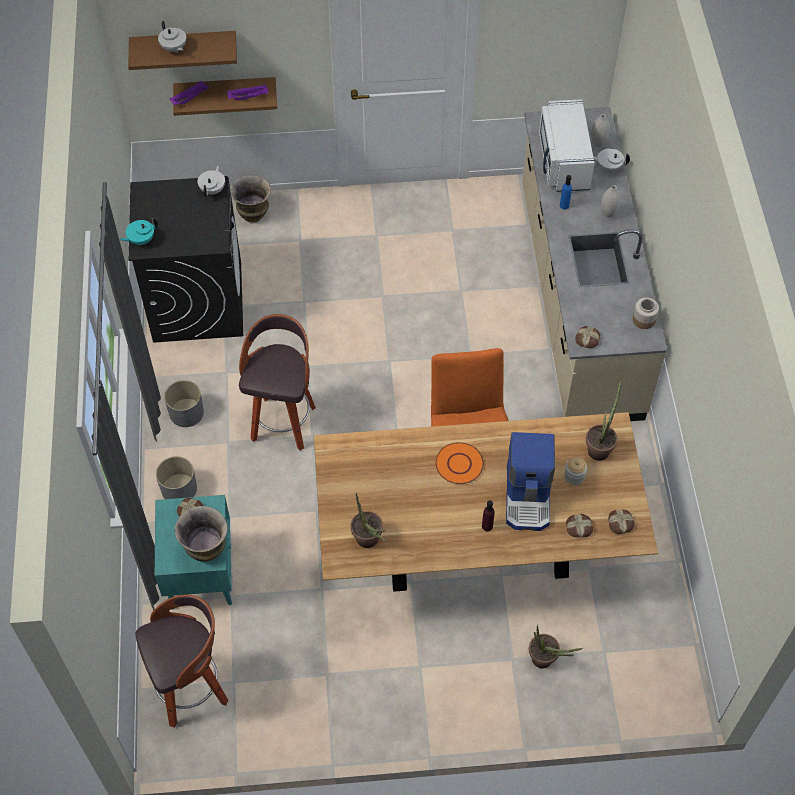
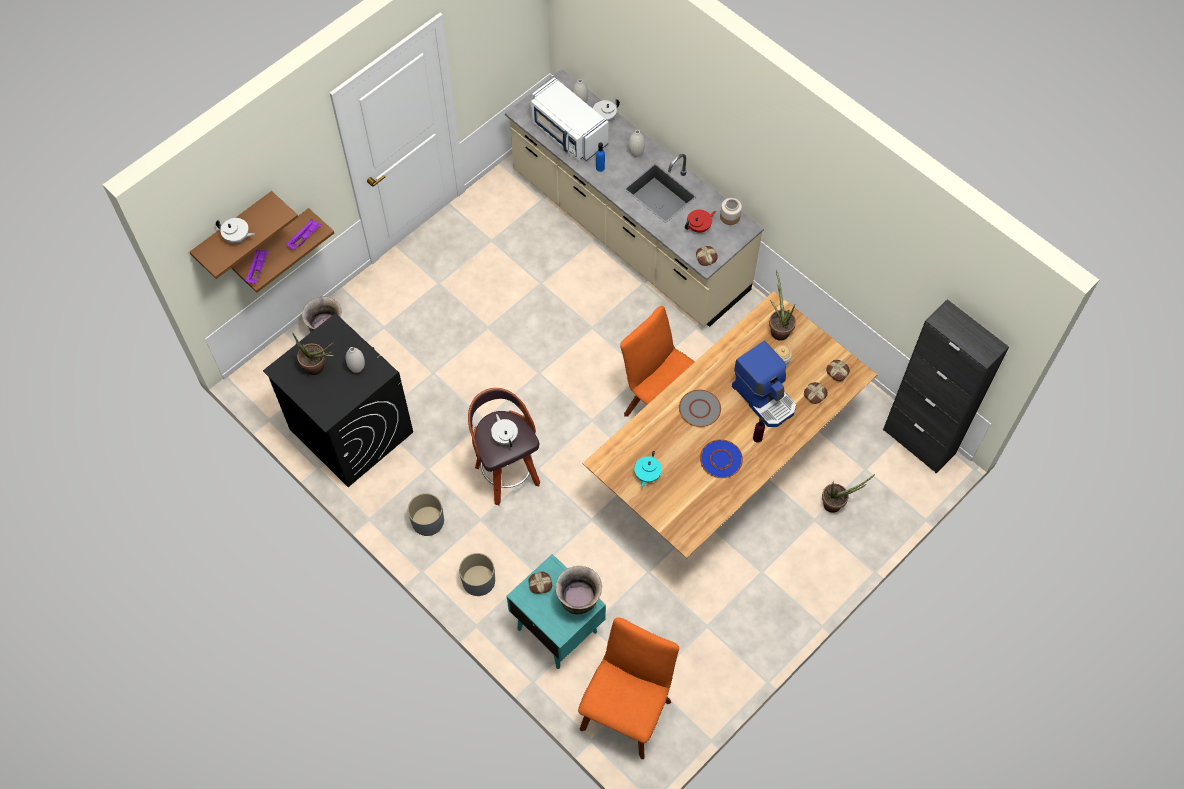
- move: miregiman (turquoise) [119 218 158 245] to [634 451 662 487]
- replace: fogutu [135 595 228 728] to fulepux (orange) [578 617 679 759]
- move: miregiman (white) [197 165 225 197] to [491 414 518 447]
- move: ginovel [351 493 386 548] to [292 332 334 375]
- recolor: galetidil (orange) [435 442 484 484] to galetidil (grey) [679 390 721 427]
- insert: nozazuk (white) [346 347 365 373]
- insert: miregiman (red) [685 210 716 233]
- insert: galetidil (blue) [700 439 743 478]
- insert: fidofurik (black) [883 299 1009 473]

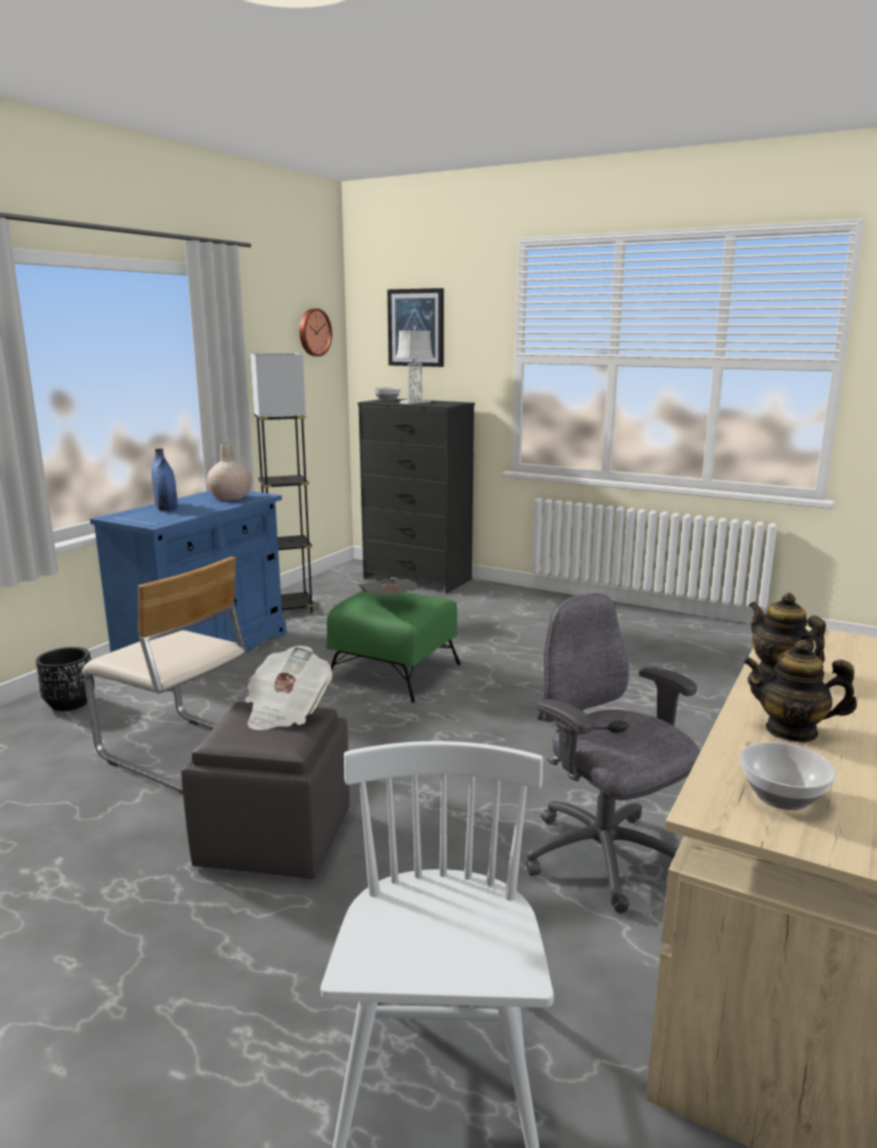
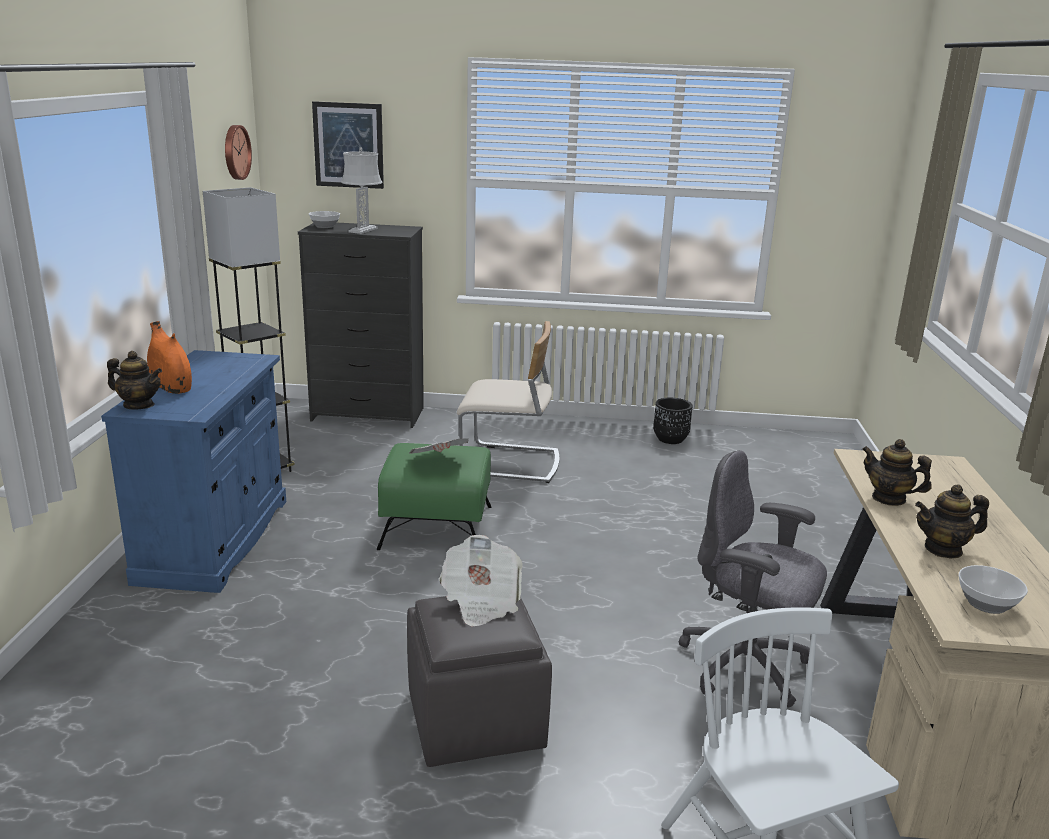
- move: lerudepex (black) [36 647 94 711] to [653 398 693 444]
- move: fulepux (beige) [82 557 246 794] to [457 321 559 483]
- recolor: nozazuk (blue) [152 449 178 511] to nozazuk (orange) [147 321 192 394]
- delete: nozazuk (beige) [206 443 252 500]
- insert: miregiman [107 351 162 409]

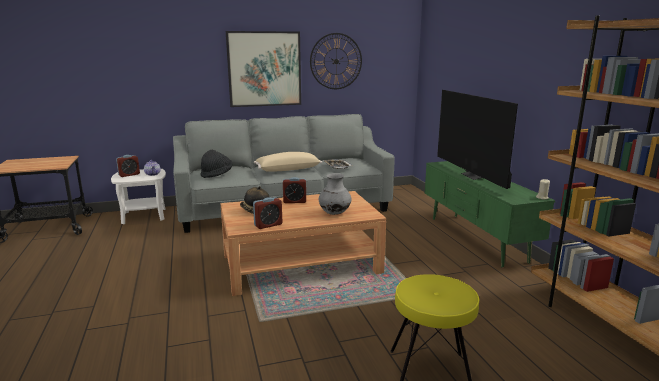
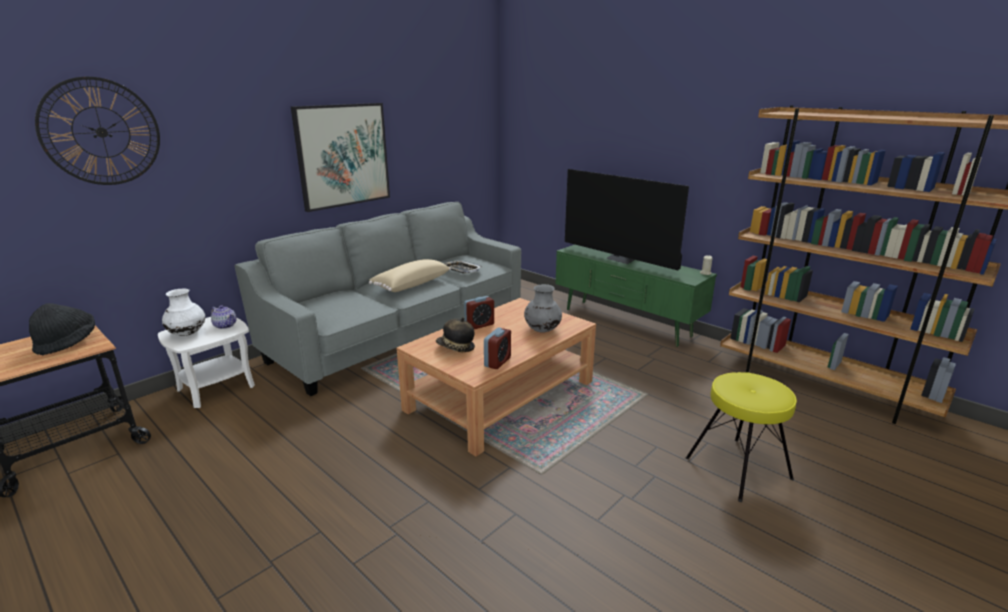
- replace: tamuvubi [116 155 140 177] to nozazuk (white) [162 289 205 336]
- move: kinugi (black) [200 150 232 178] to [29 303 95 356]
- move: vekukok [310 33 362 89] to [35 77 160 185]

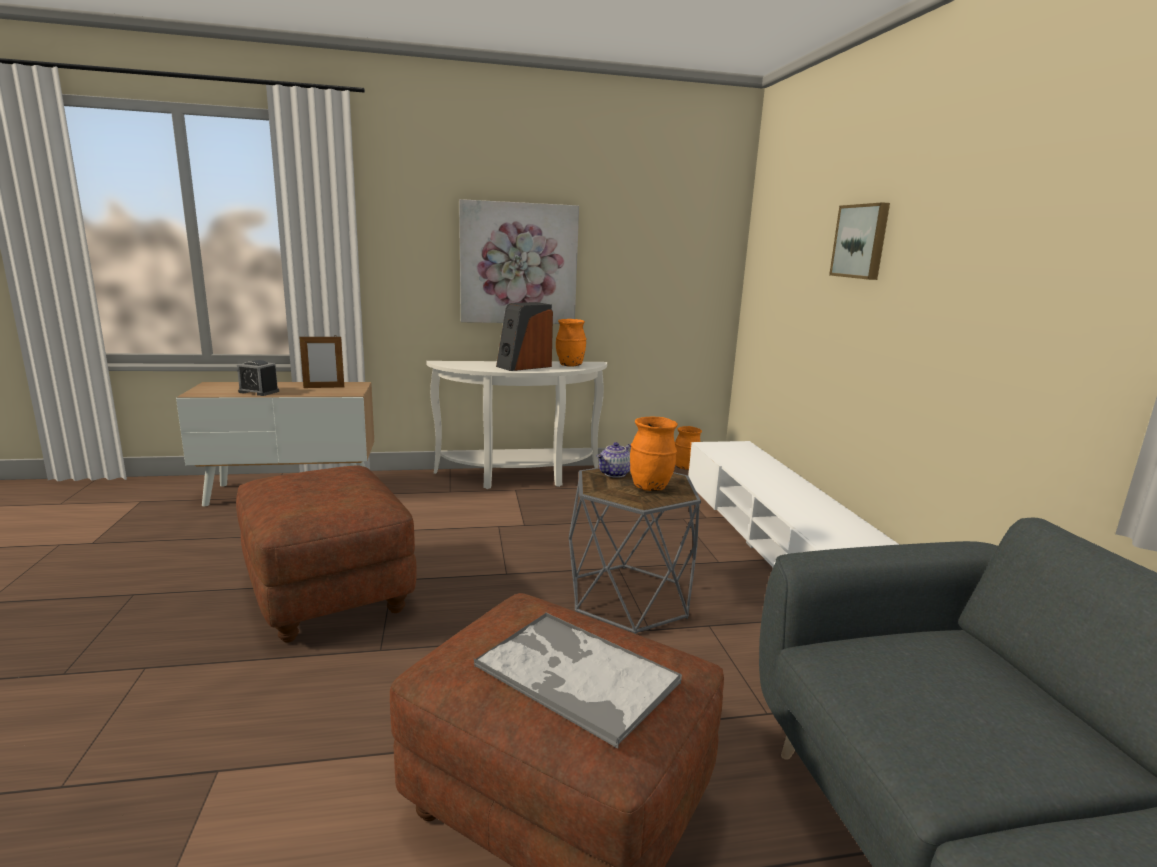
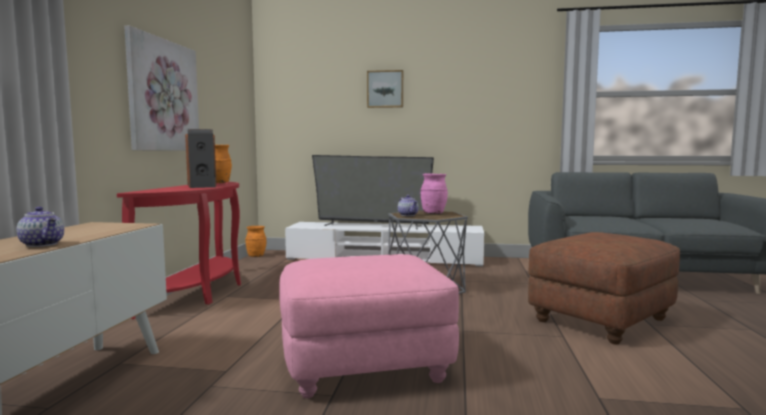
- recolor: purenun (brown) [236 466 417 643] to purenun (pink) [279 254 459 398]
- replace: tamuvubi [237 360 279 396] to miregiman [17 207 64 247]
- delete: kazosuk [299 335 344 388]
- recolor: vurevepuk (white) [426 361 607 489] to vurevepuk (red) [117 182 241 319]
- delete: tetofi [474 612 682 749]
- recolor: nozazuk (orange) [630 416 678 491] to nozazuk (pink) [420 173 448 214]
- insert: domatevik [312 155 434 230]

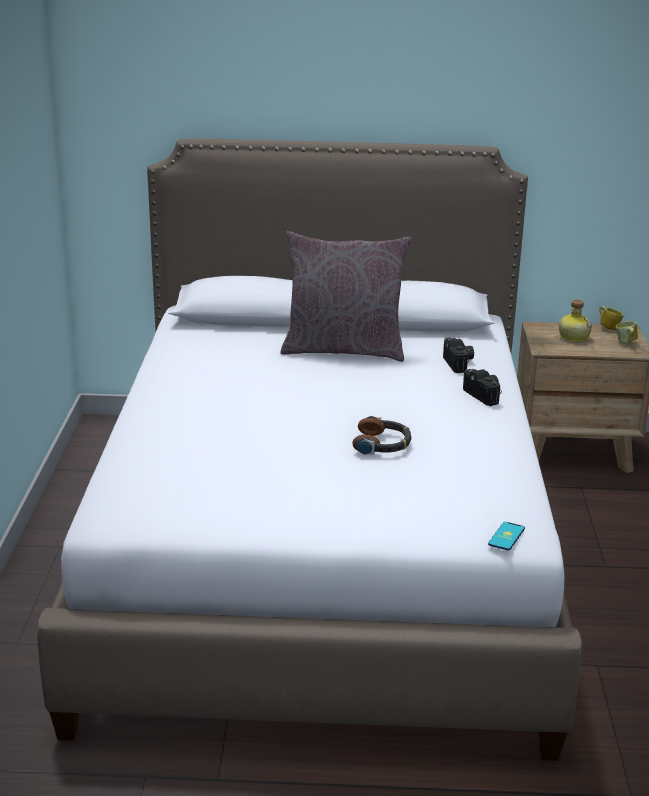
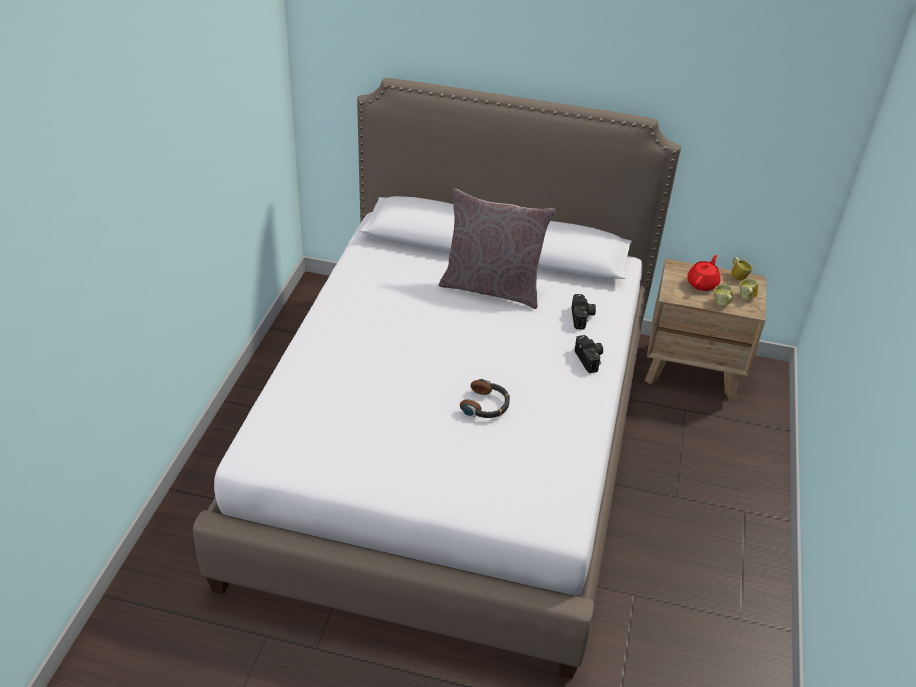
- delete: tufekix [488 522 525 551]
- replace: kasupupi [559 299 591 342] to miregiman (red) [687 255 720 291]
- insert: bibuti [714 284 732 306]

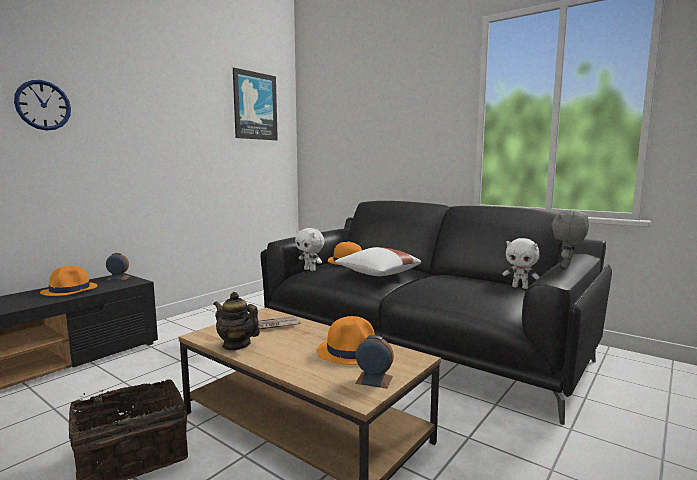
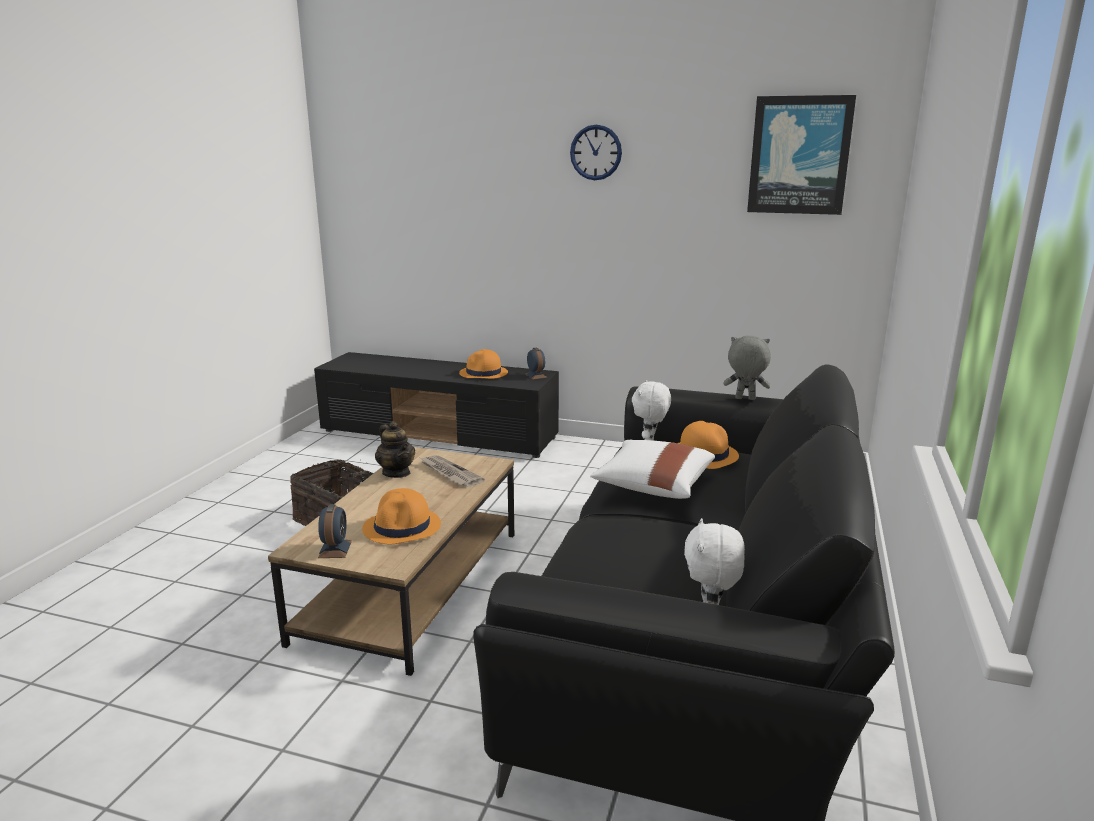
- move: vekukok [14 80 71 131] to [570 125 622 180]
- rotate: miregiman [213 292 260 351] = [375 421 415 478] 135 degrees clockwise
- move: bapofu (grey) [551 210 589 268] to [723 336 771 400]

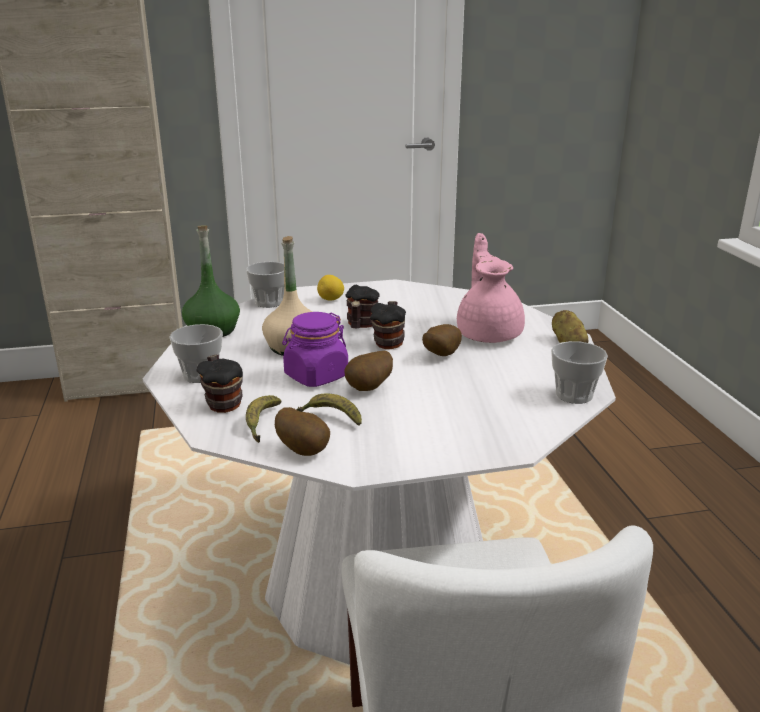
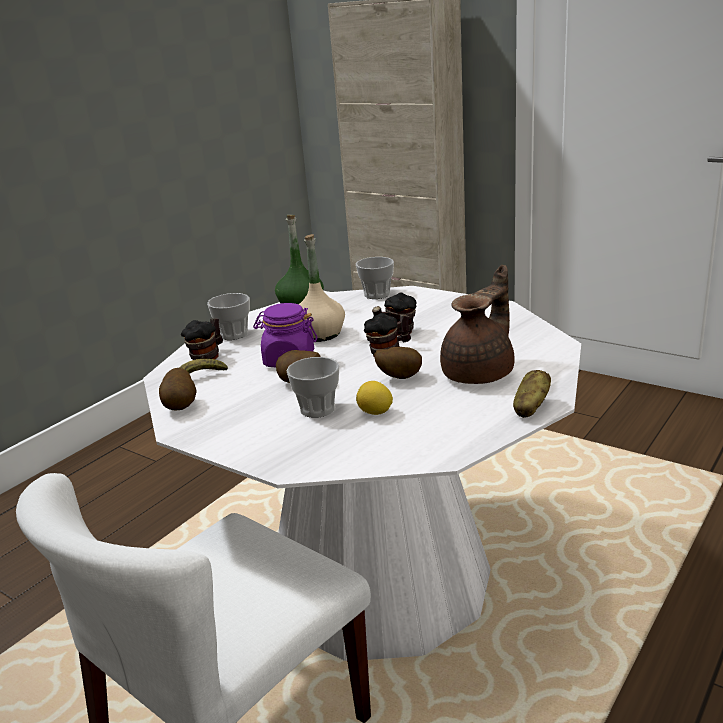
- delete: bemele [297 393 362 426]
- move: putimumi [317 275 344 301] to [356 381 393 415]
- recolor: miregiman (pink) [457 233 525 343] to miregiman (brown) [440 265 515 384]
- move: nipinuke [551 341 608 404] to [287 357 340 418]

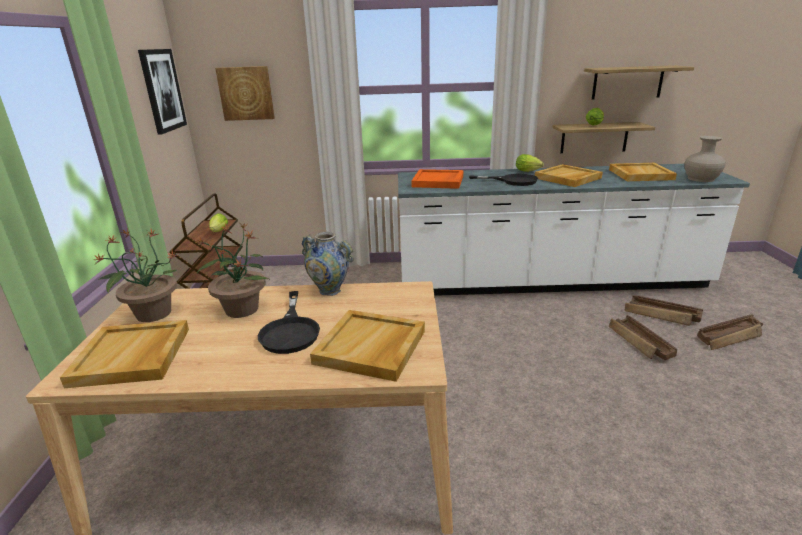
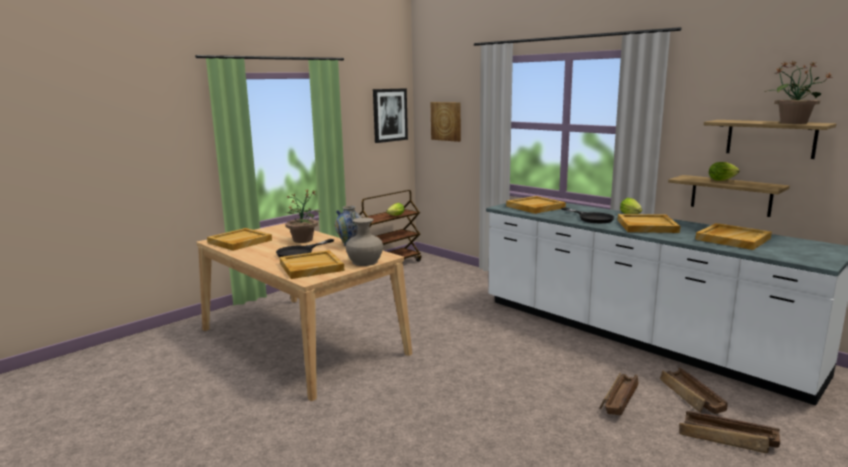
- move: ginovel [94 229 179 322] to [765 61 833 124]
- recolor: tetofi (orange) [411 169 463 189] to tetofi (beige) [506 196 566 214]
- move: nozazuk (beige) [684 136 726 182] to [346 218 383 266]

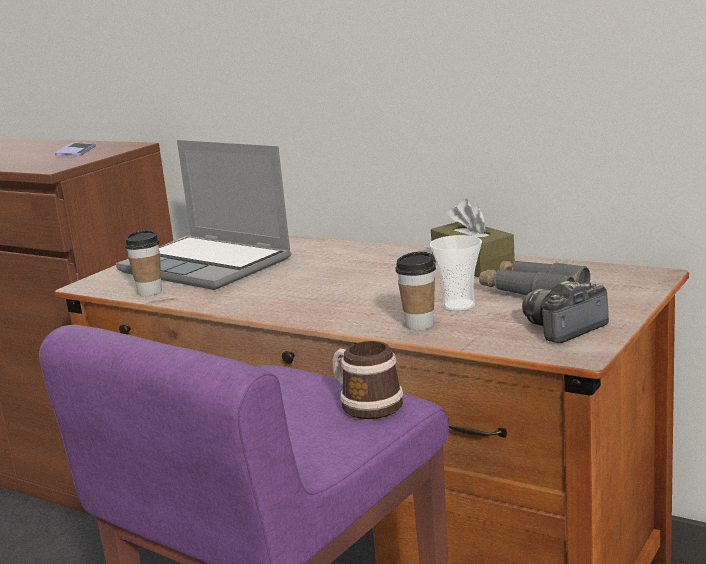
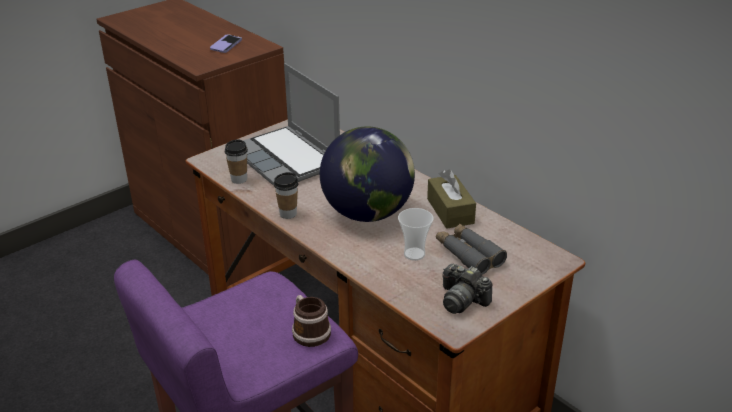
- move: nipinuke [395 252 436 330] to [274 172 298 219]
- rotate: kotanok [522 281 609 343] = [442 264 493 314] 120 degrees counterclockwise
- insert: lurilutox [320 127 415 222]

